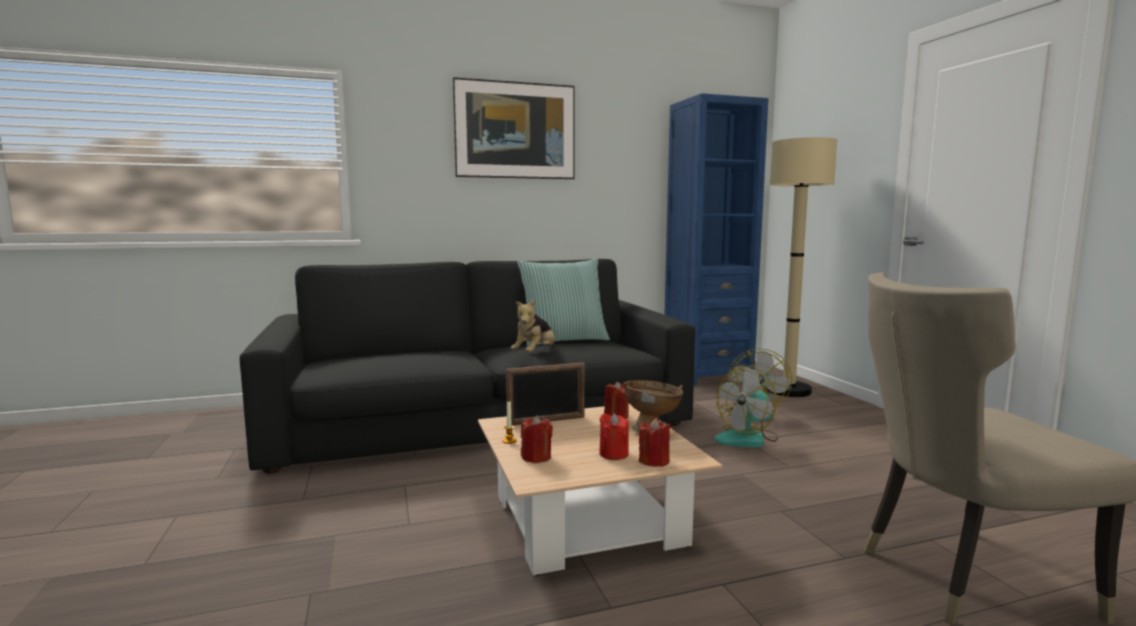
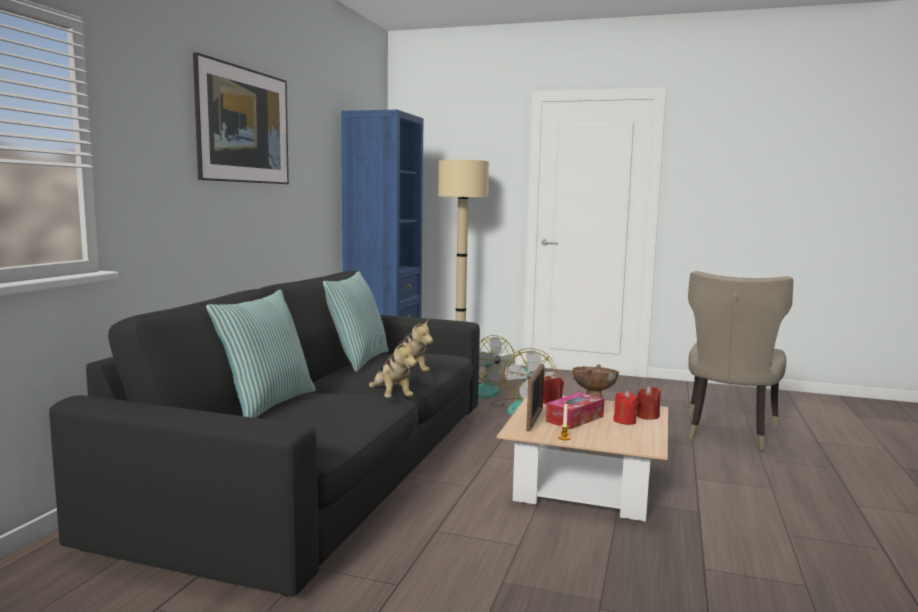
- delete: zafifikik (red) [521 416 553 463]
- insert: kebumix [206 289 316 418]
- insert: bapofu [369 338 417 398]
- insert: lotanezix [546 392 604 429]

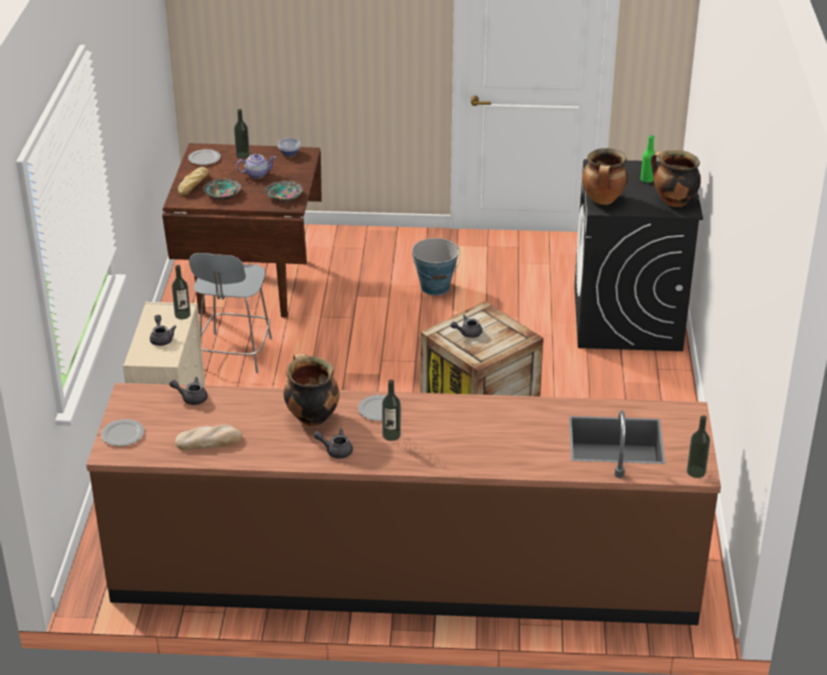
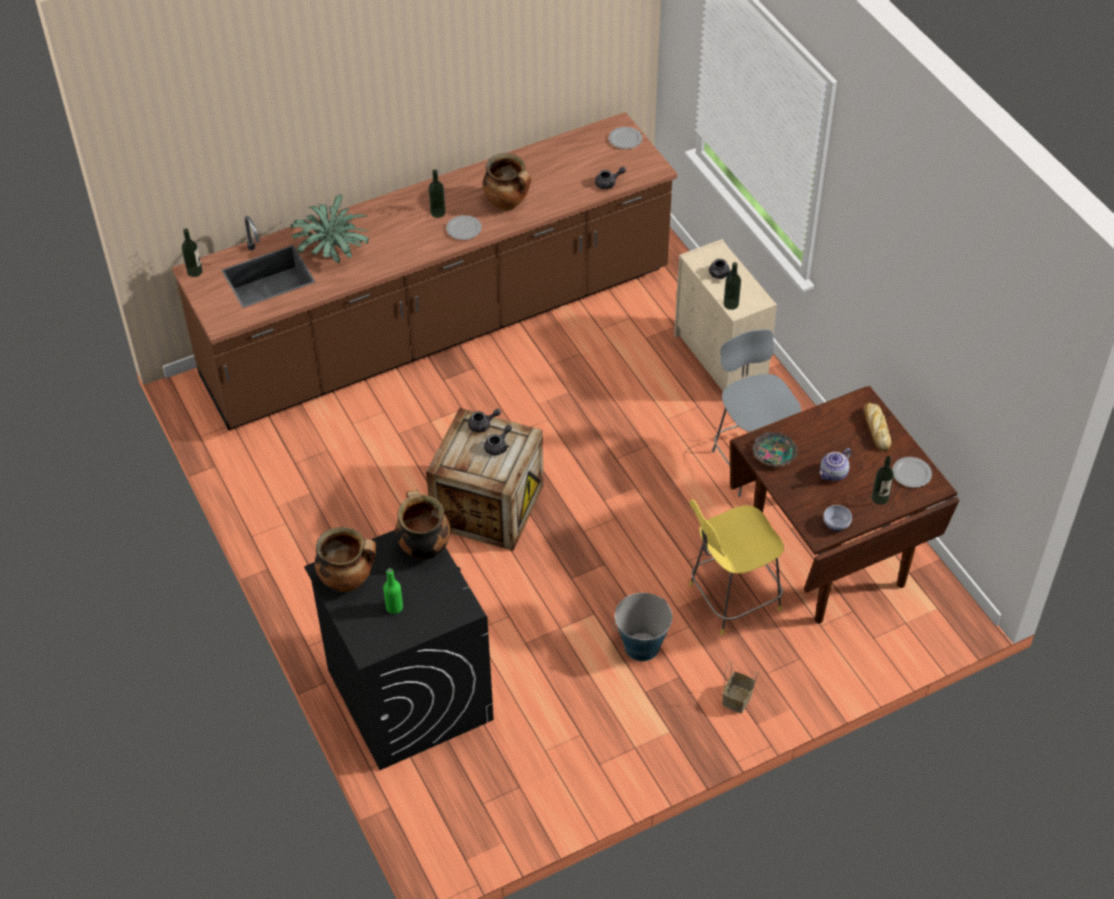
- delete: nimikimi [175 425 242 450]
- delete: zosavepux [203 178 241 201]
- move: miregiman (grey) [314 428 353 459] to [468 409 501 432]
- insert: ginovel [290 194 369 263]
- insert: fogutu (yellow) [689 500 784 635]
- insert: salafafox [722 661 758 713]

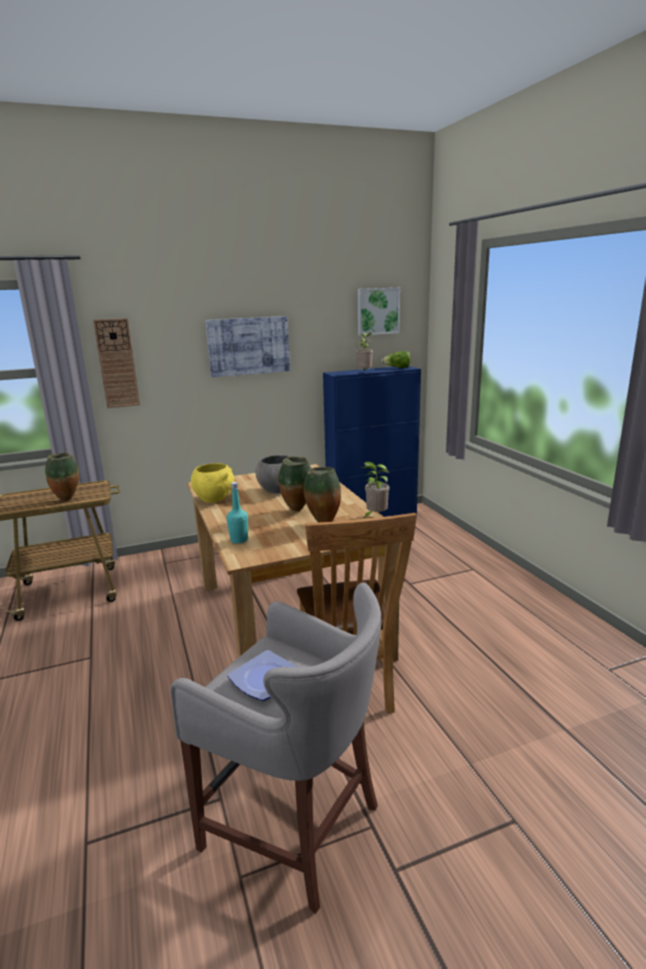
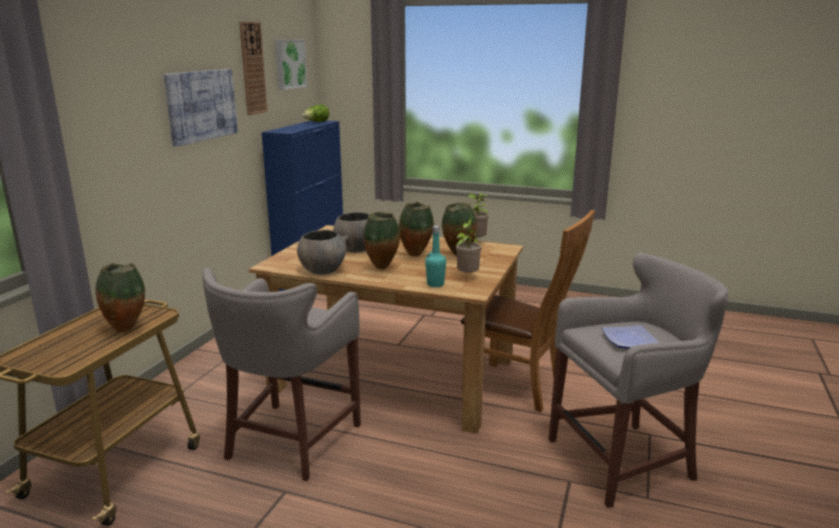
- move: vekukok [93 318 140 408] to [239 22 268 115]
- recolor: zosavepux (yellow) [191 463 234 503] to zosavepux (grey) [297 230 349 275]
- move: ginovel [356 333 373 371] to [455 218 481 273]
- insert: fogutu (grey) [202 268 361 481]
- insert: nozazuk [364 212 400 270]

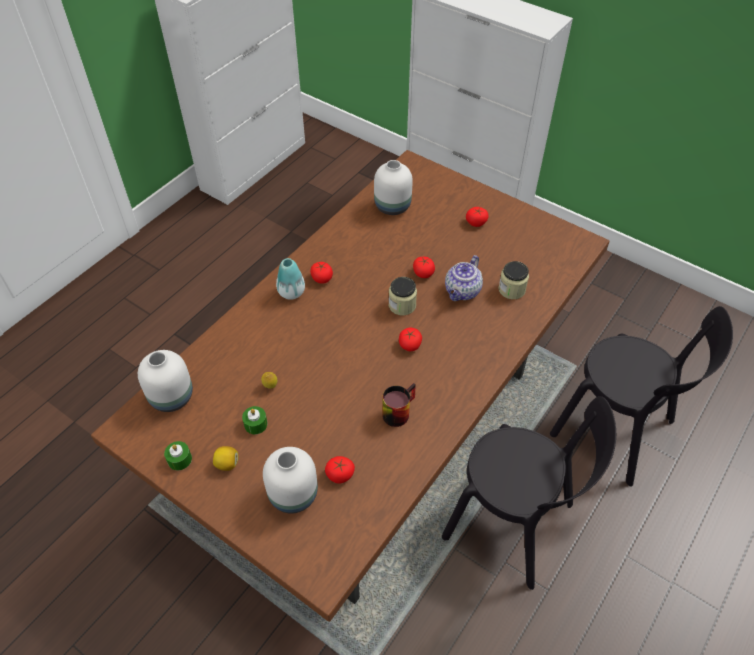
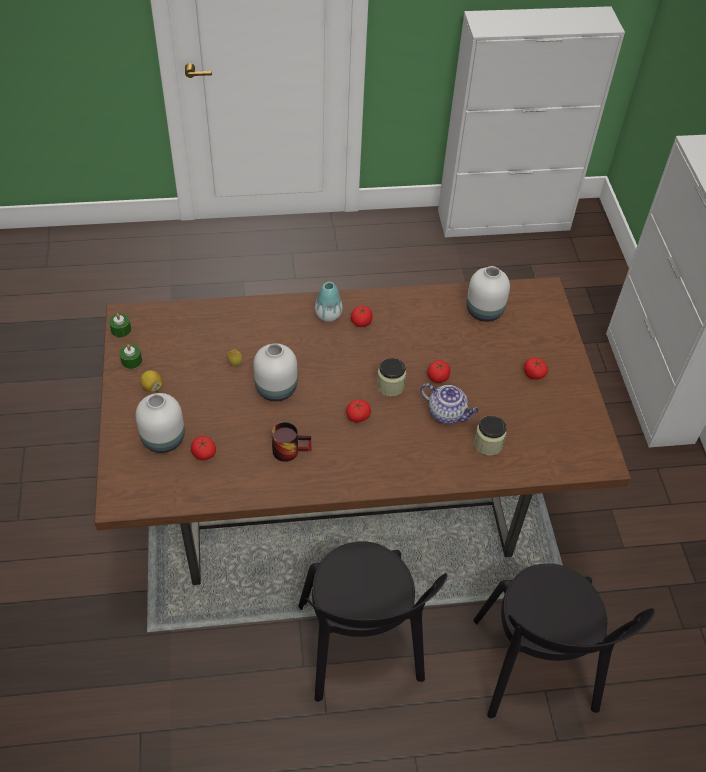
- move: nozazuk (white) [138 350 193 412] to [253 343 297 401]
- move: zafifikik (green) [242 406 268 434] to [109 313 131 337]
- rotate: miregiman [445 255 483 301] = [420 383 479 424] 135 degrees counterclockwise

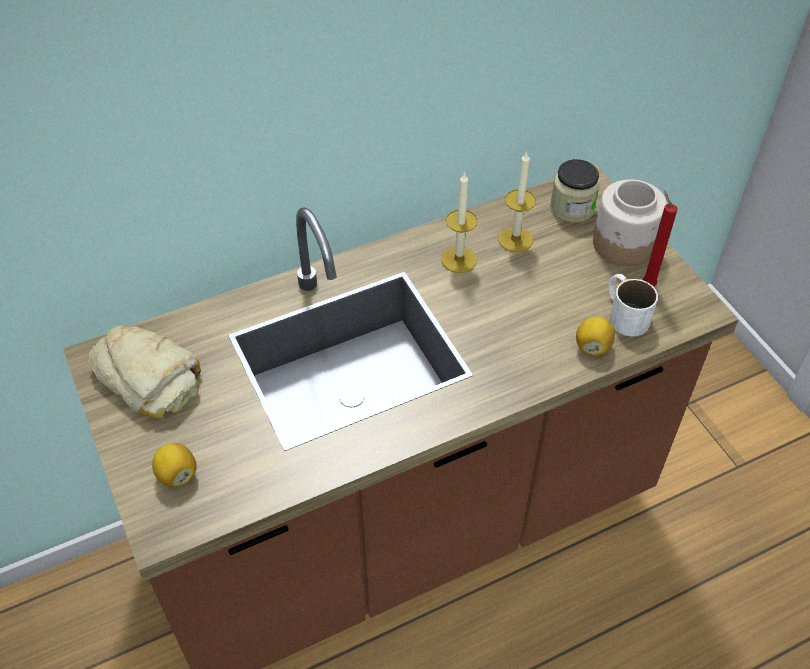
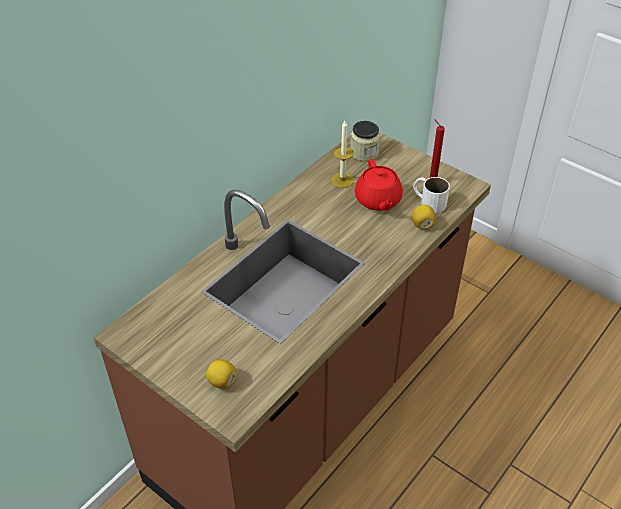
- delete: nimikimi [88 325 201 419]
- delete: zafifikik [441 172 477 273]
- delete: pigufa [593 179 667 266]
- insert: miregiman (red) [355 159 403 211]

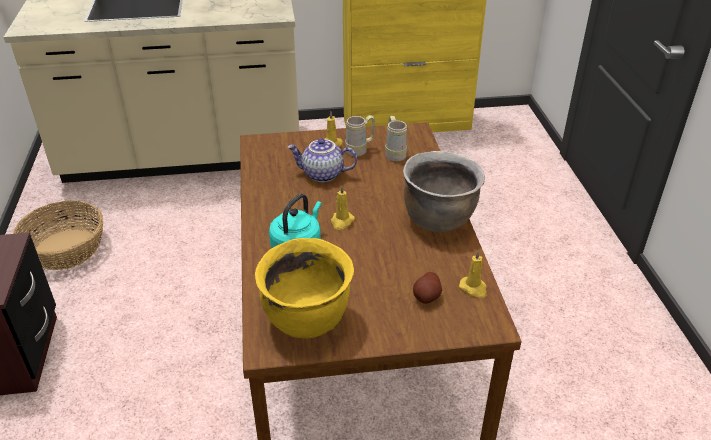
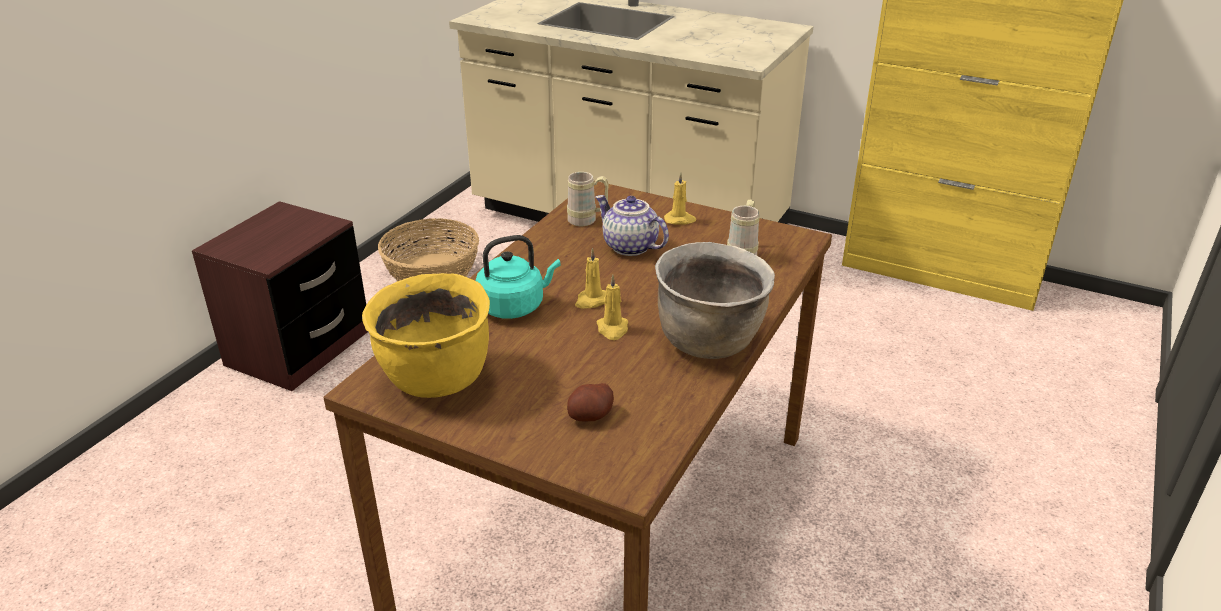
- move: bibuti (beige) [345 115 375 156] to [567 172 609 226]
- move: zafifikik (yellow) [459 250 487 298] to [597 275 628 340]

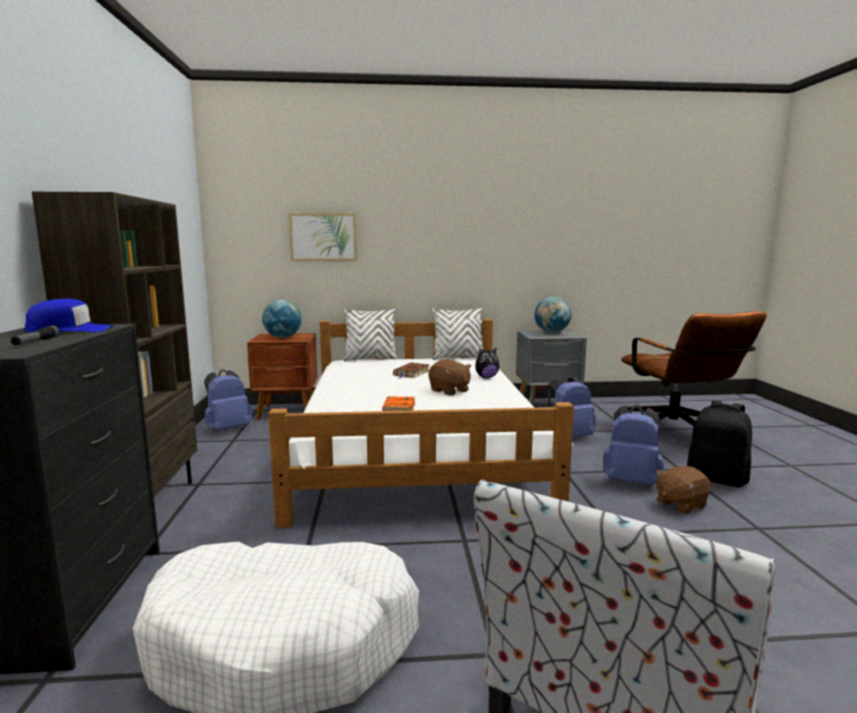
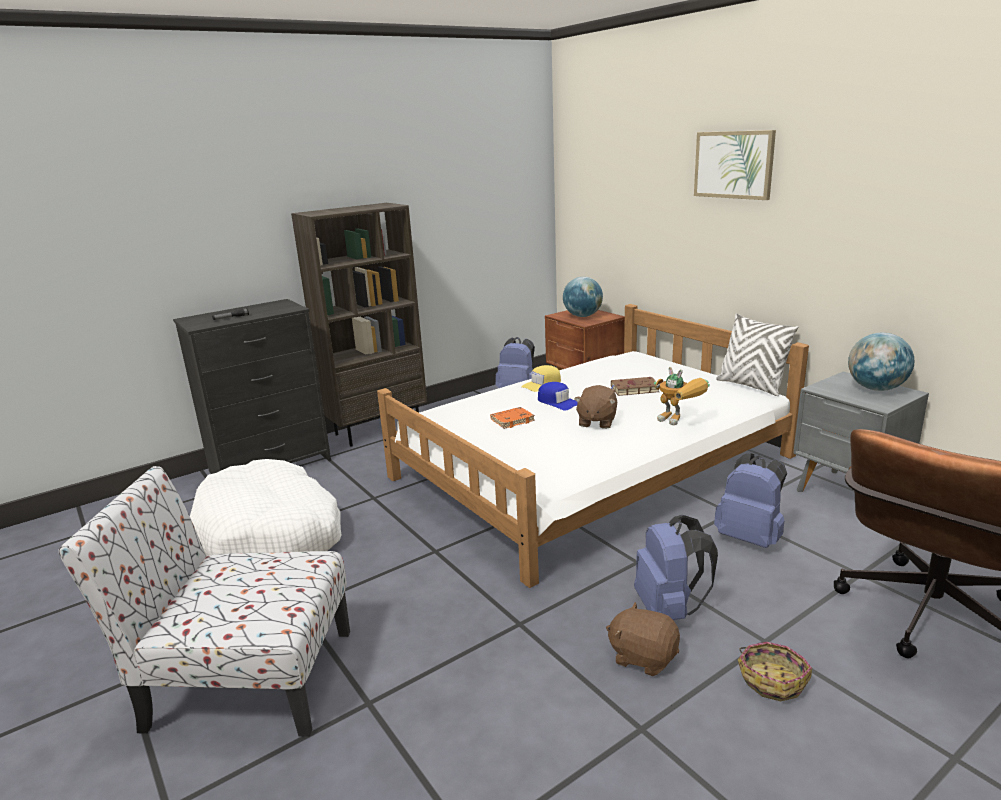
- move: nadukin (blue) [24 299 114 332] to [538 382 578 410]
- move: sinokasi [289 213 357 261] to [694 130 776 200]
- delete: kebumix (white) [344 309 397 361]
- replace: bapofu [475 347 500 378] to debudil [654 367 710 425]
- replace: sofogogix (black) [687 400 752 487] to salafafox [738 642 812 701]
- insert: nadukin (yellow) [521 365 561 392]

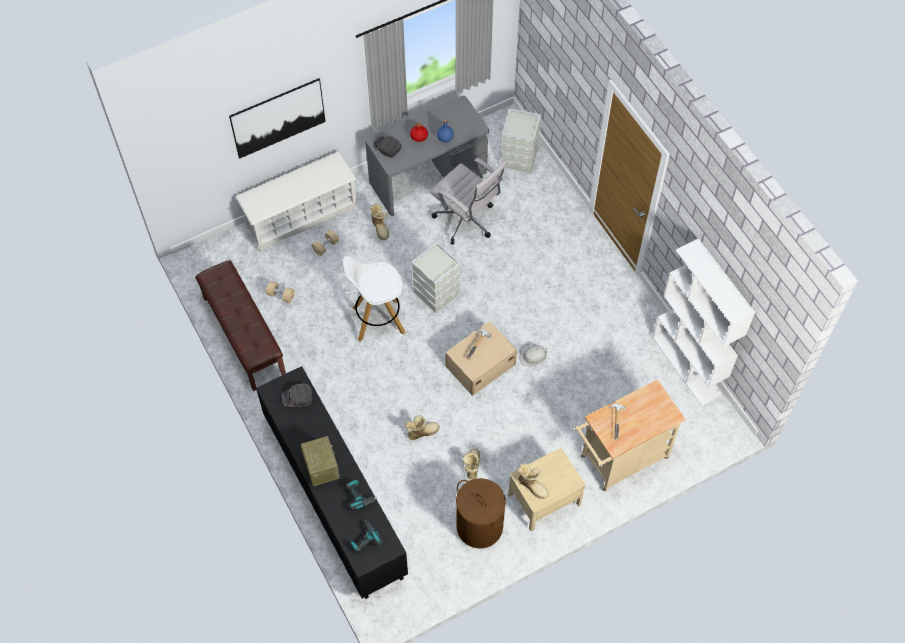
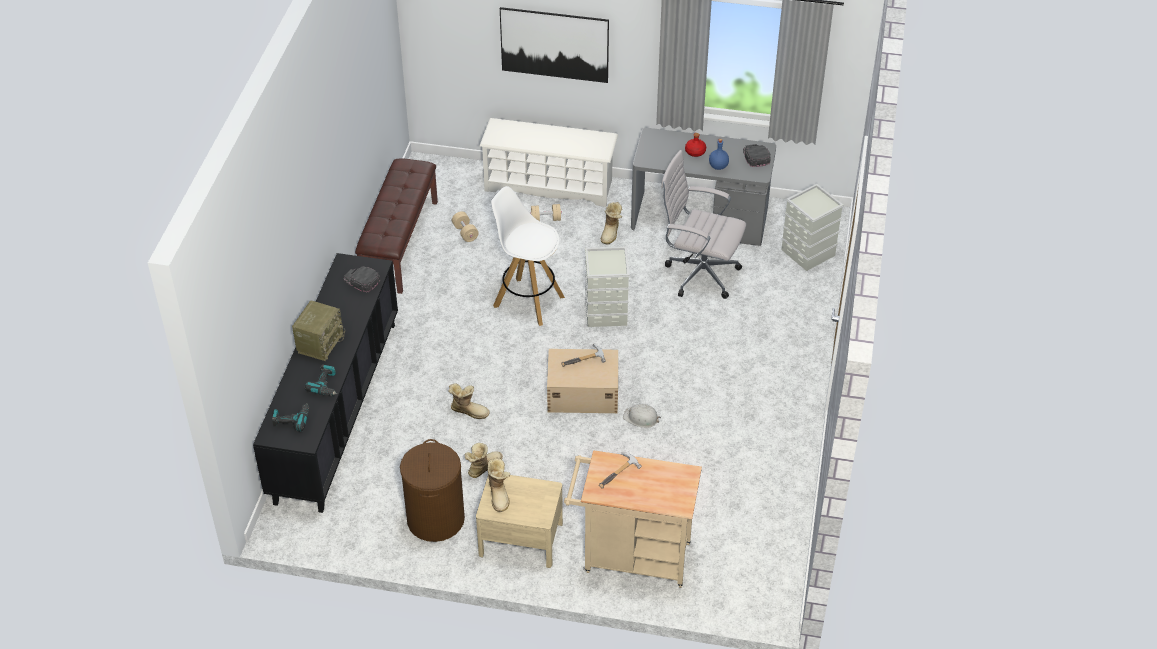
- move: nadukin (black) [373 136 402 158] to [743 144 771 167]
- rotate: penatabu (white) [430 158 506 244] = [661 150 746 299] 120 degrees clockwise
- delete: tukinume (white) [652 238 755 406]

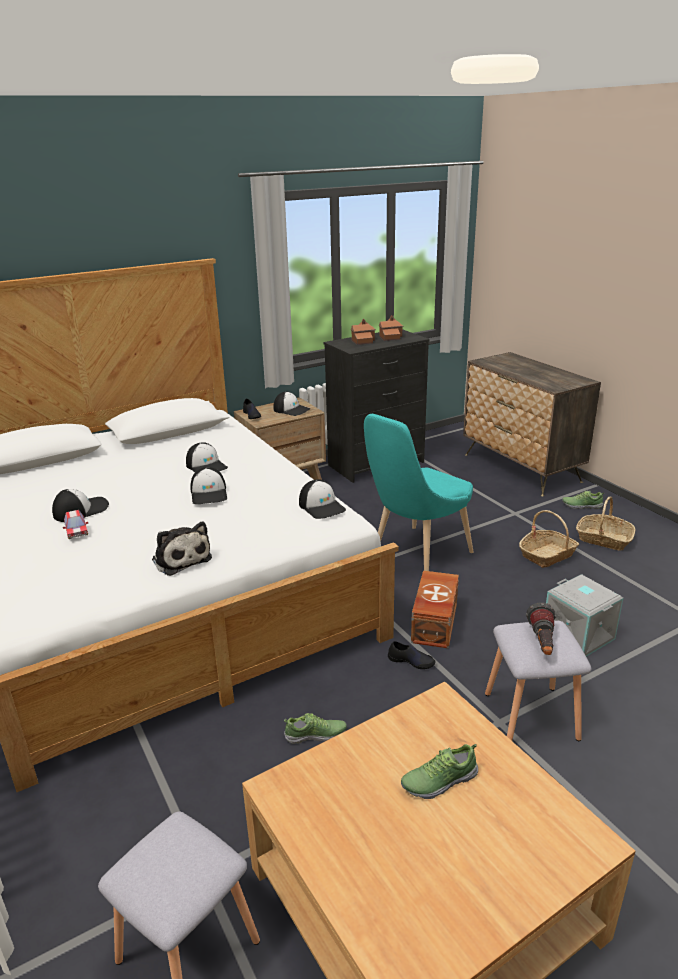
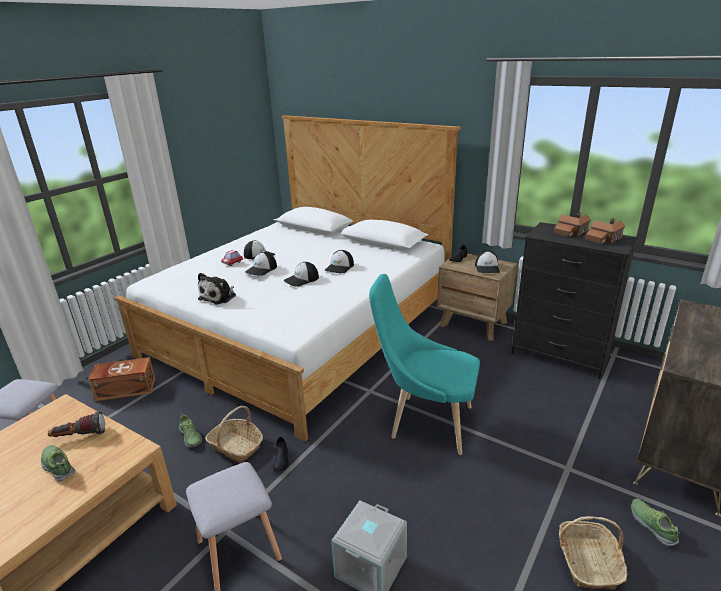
- move: nadukin [299 479 346 519] to [245 252 277 276]
- move: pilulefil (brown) [411 571 459 649] to [88 357 155 401]
- move: salafafox [519 510 579 568] to [205 406 263 462]
- move: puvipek [526 602 556 655] to [48 411 105 437]

